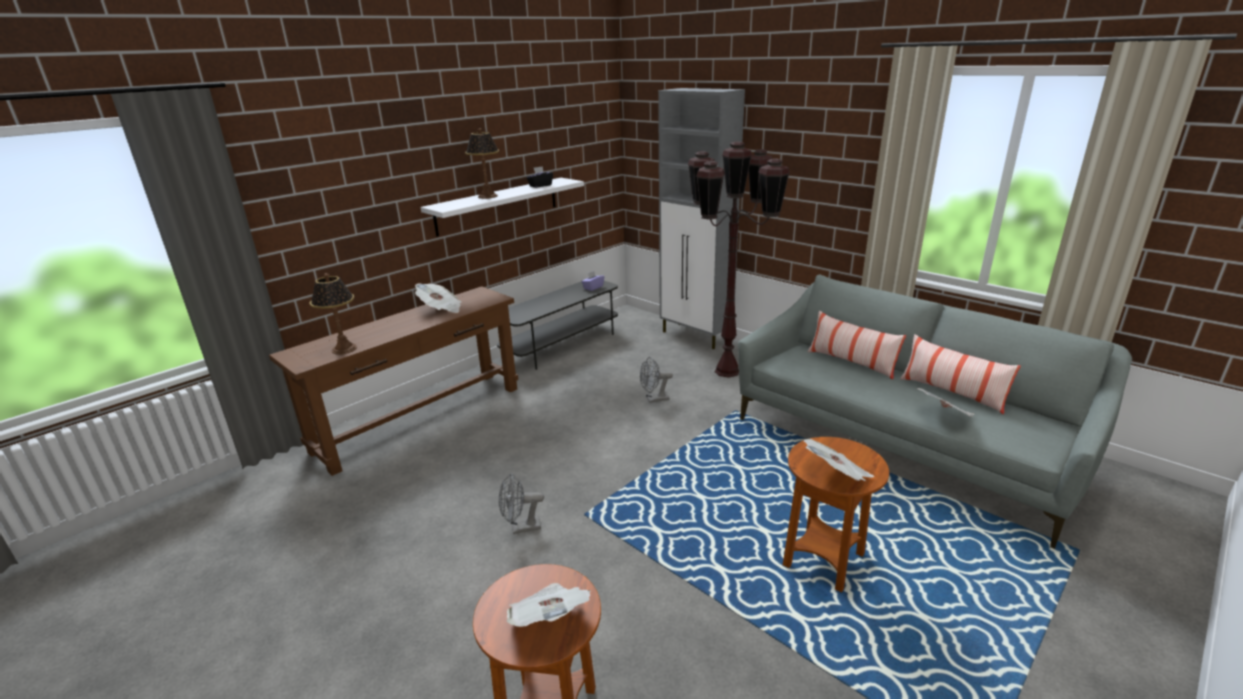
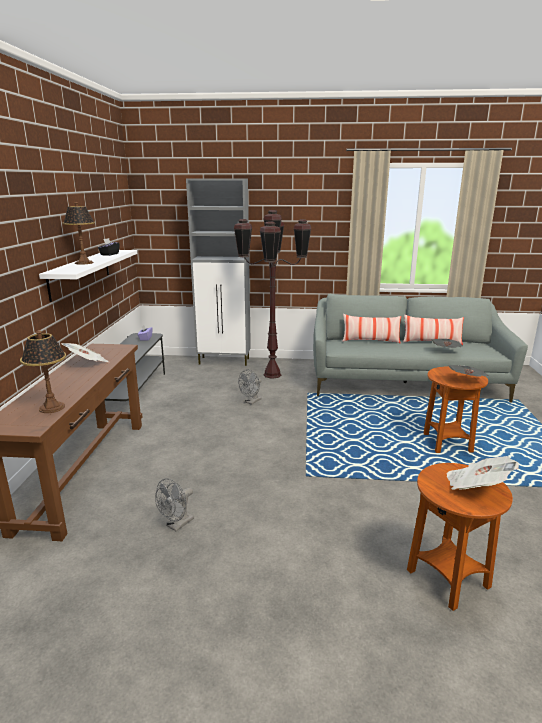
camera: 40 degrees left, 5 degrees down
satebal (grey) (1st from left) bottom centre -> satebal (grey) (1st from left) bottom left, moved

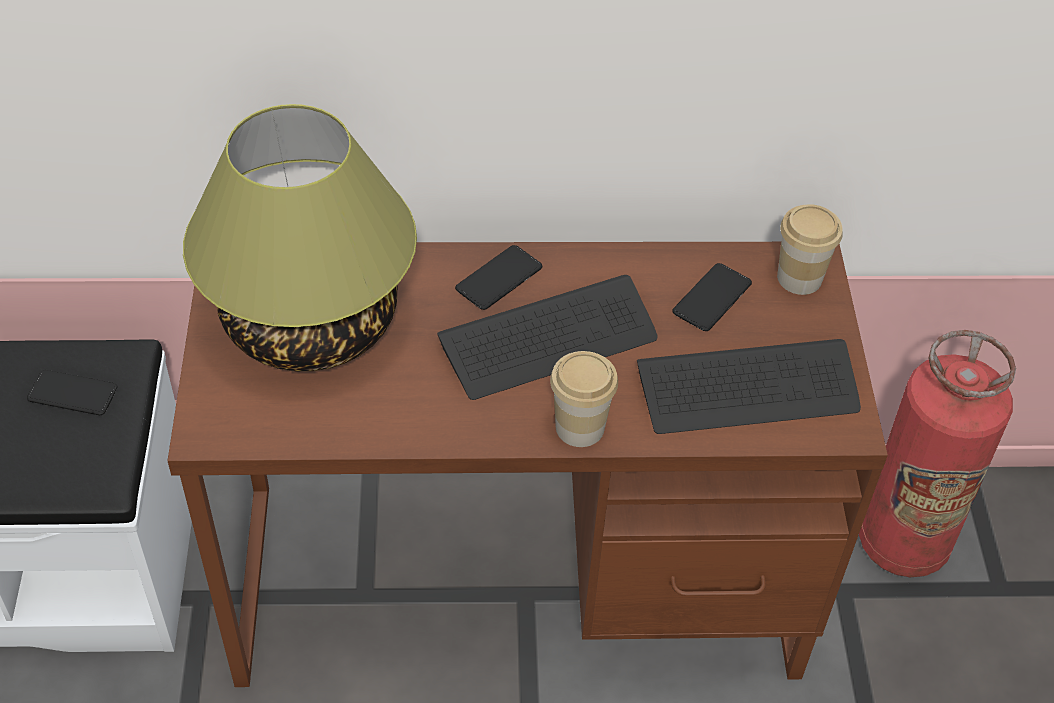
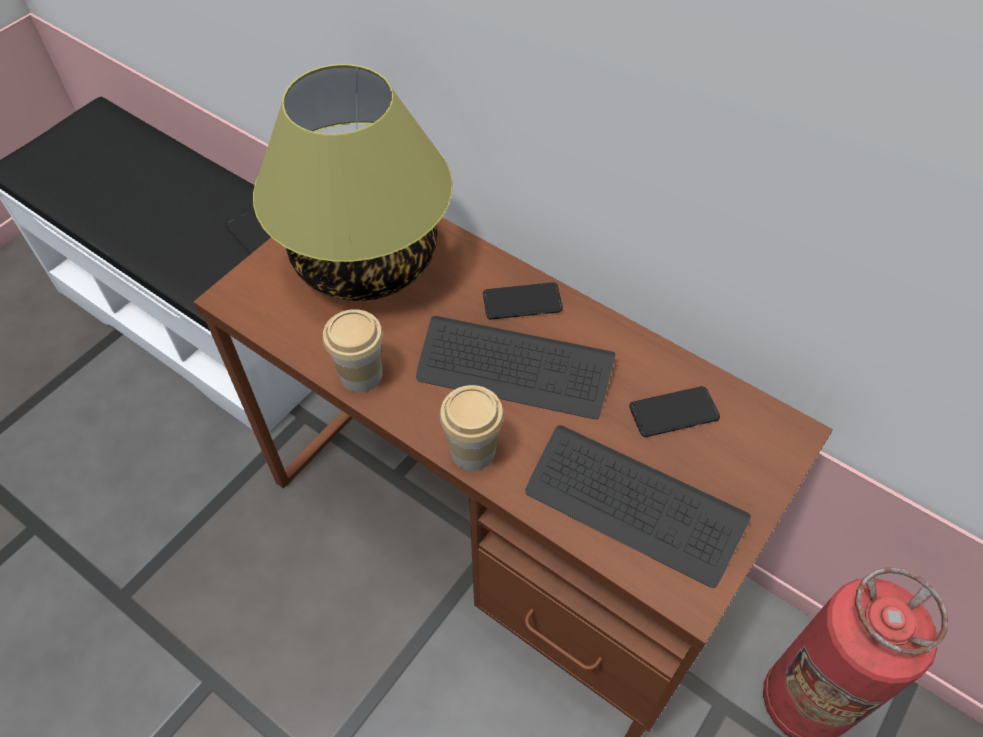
camera: 40 degrees right, 5 degrees up
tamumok (2nd from left in the first image) middle right -> tamumok (1st from left) centre, moved

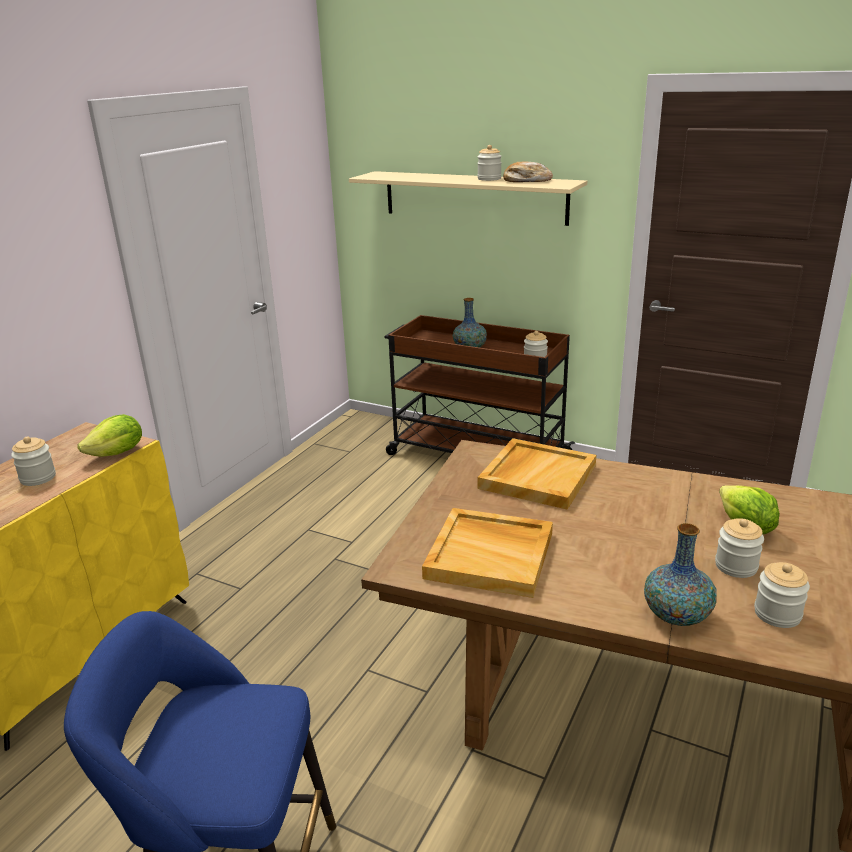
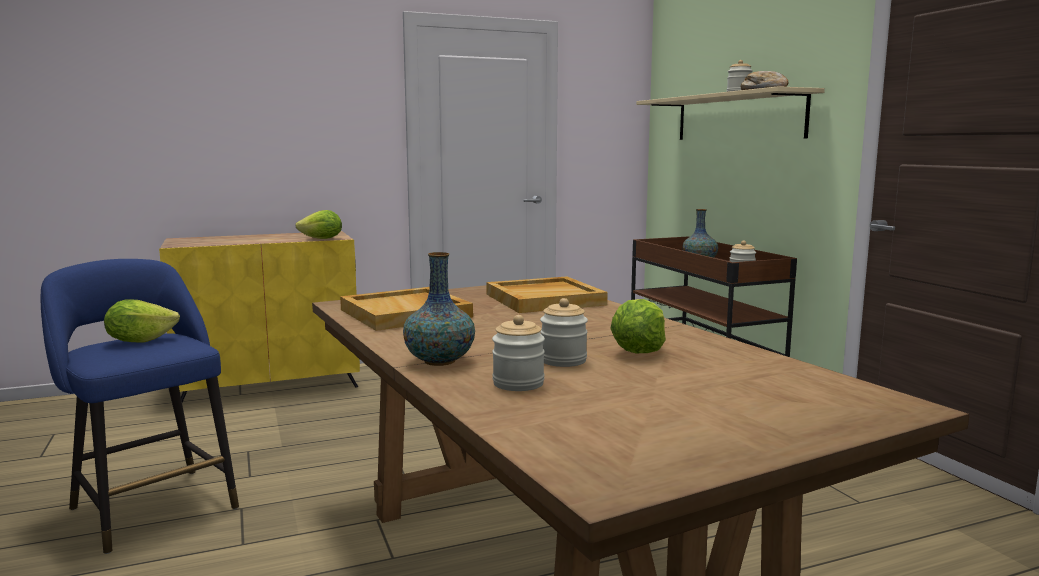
camera: 40 degrees right, 15 degrees down
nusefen (1st from left) middle left -> none
none -> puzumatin (1st from left) middle left

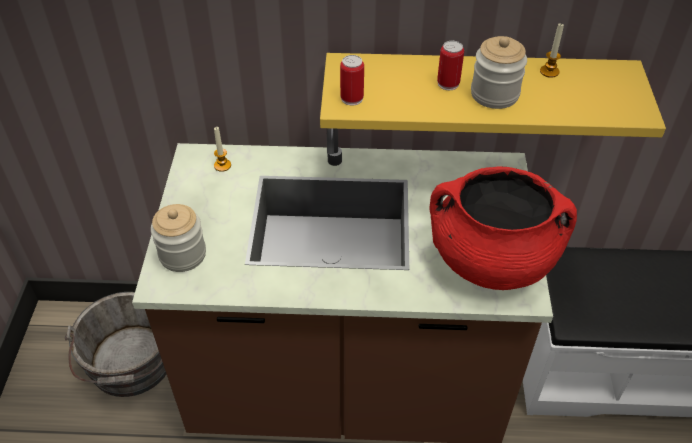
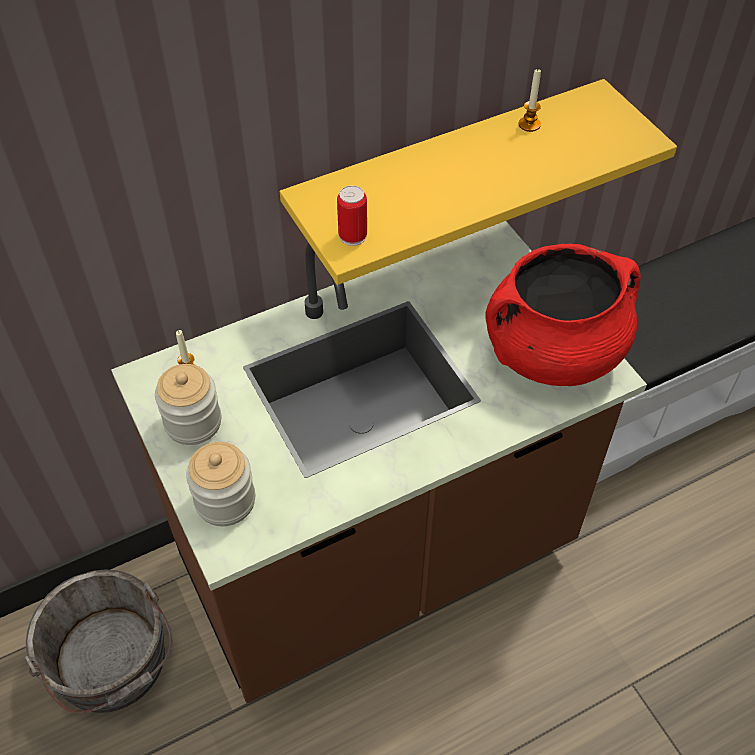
camera: 30 degrees left, 5 degrees up
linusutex (2nd from left) top centre -> none
nusefen (2nd from left in the first image) top right -> nusefen (1st from left) middle left, moved

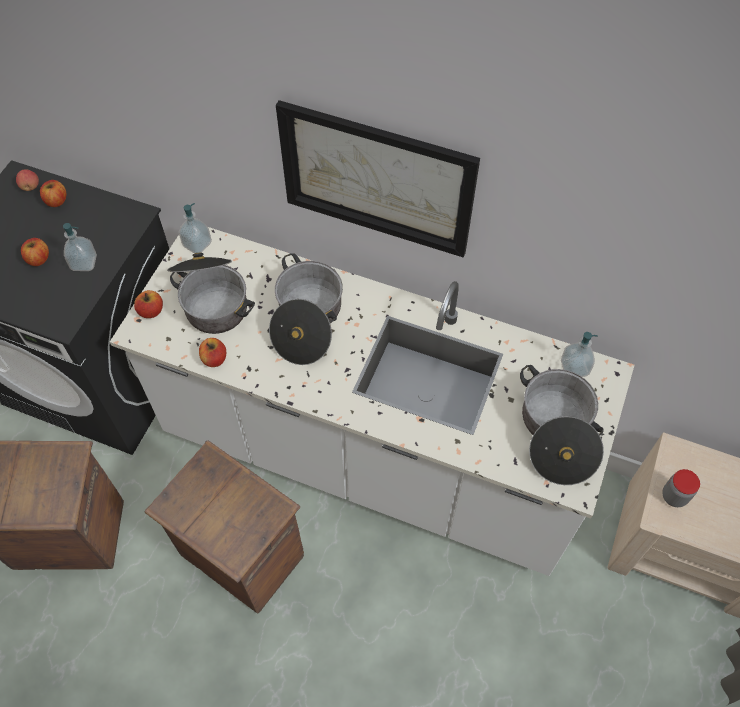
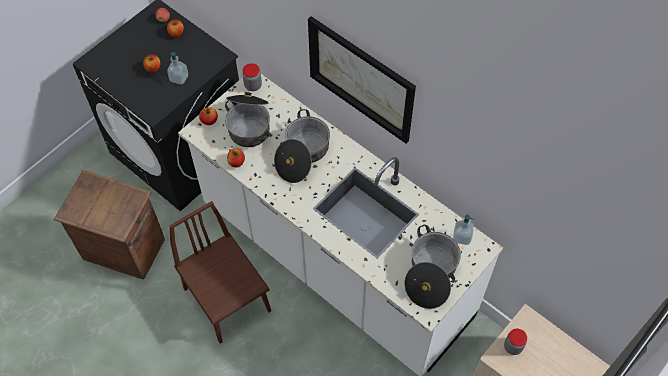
camera: 20 degrees right, 0 degrees up
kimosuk (2nd from left) bottom left -> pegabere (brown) bottom left
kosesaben (2nd from left) top left -> nusefen (1st from left) top centre

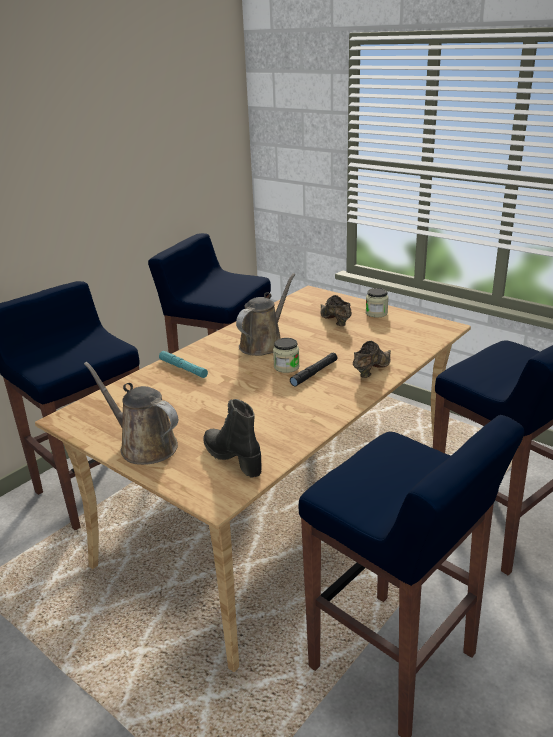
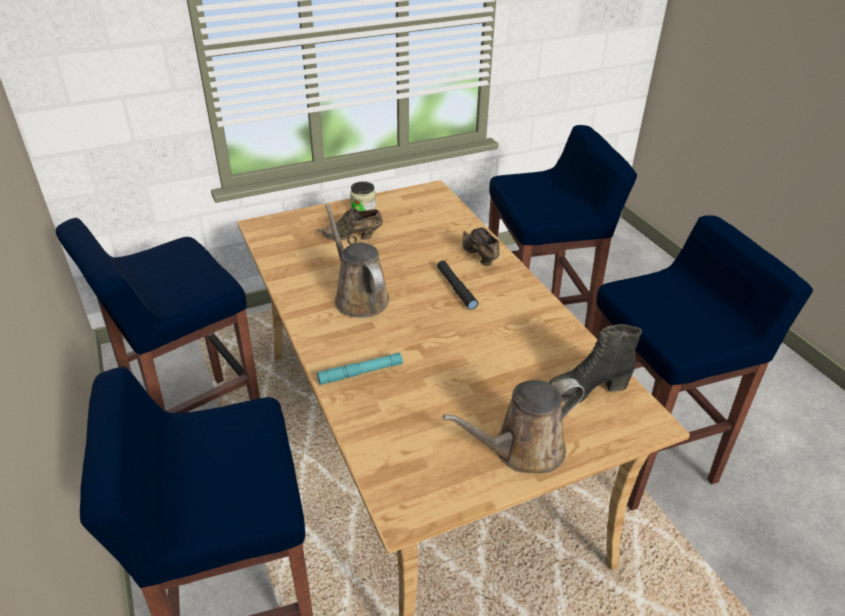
camera: 65 degrees left, 10 degrees up
nusefen (1st from left) centre -> none

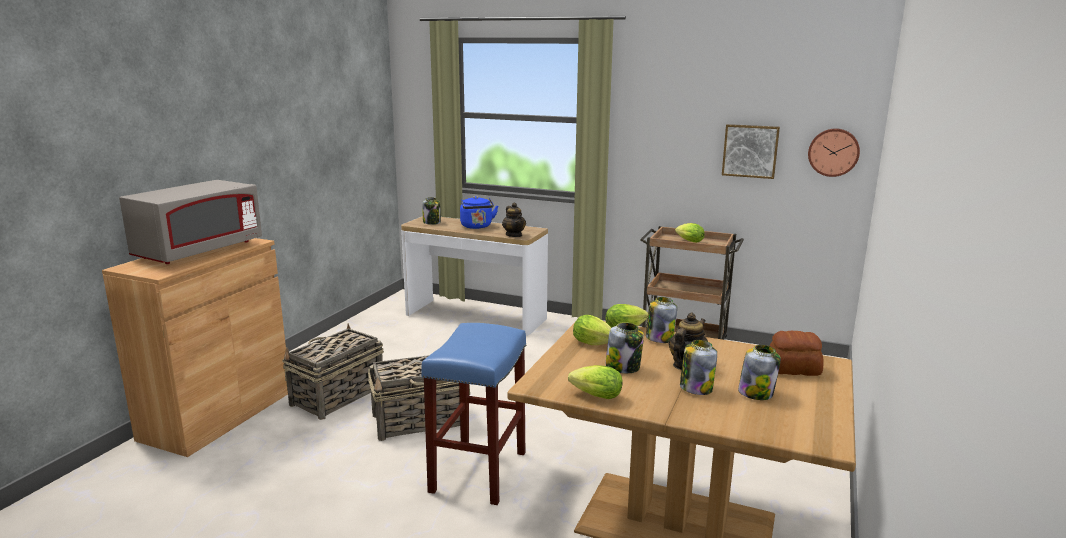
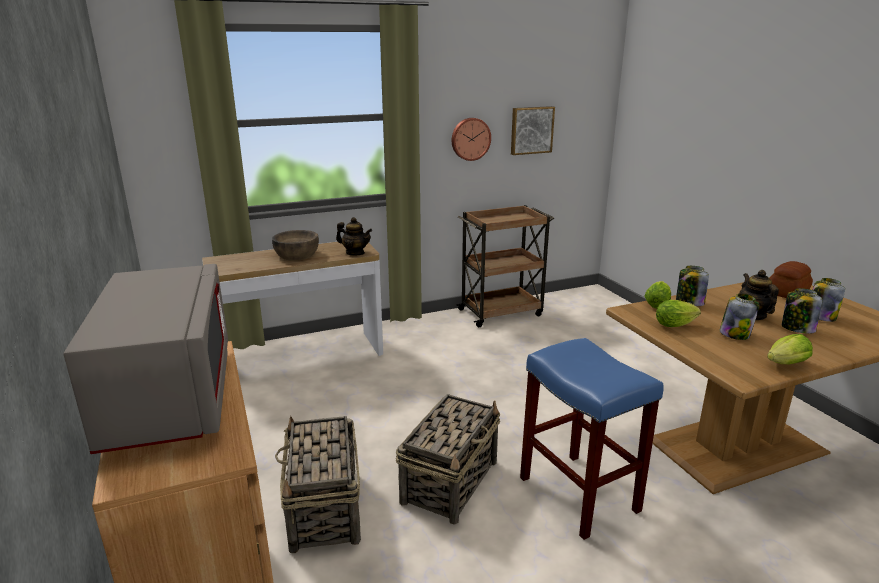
camera: 45 degrees left, 5 degrees up
nusefen (1st from left) centre -> none
puzumatin (4th from left) centre -> none
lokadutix top right -> lokadutix top centre, moved
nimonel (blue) centre -> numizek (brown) centre

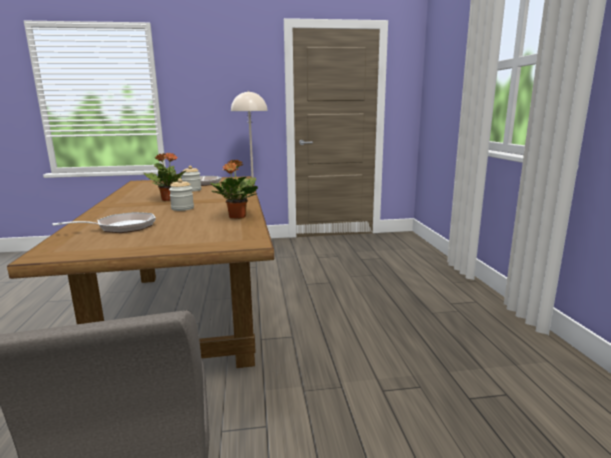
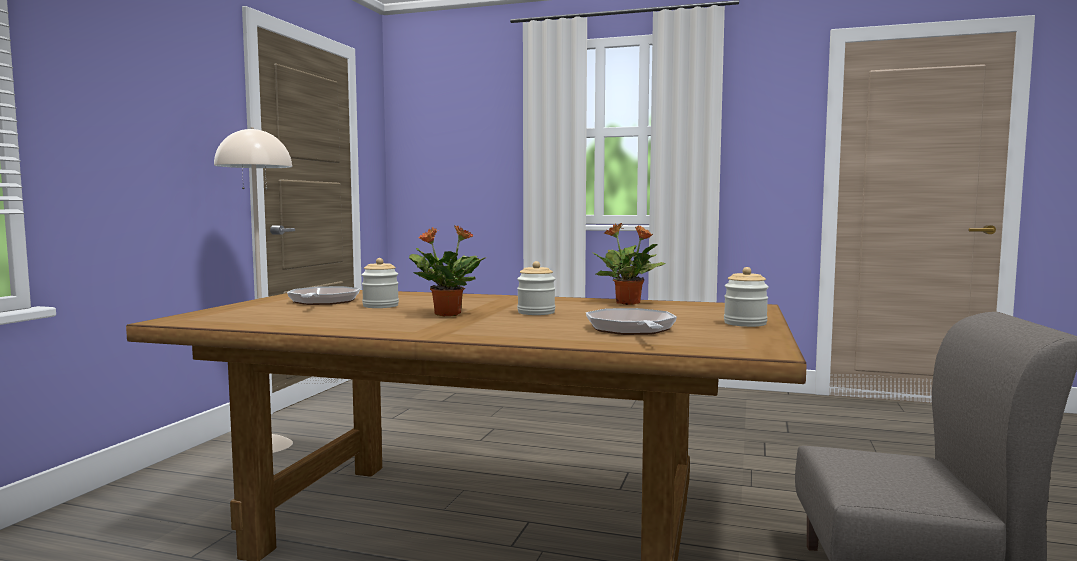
camera: 65 degrees left, 10 degrees down
none -> nusefen (3rd from left) middle right

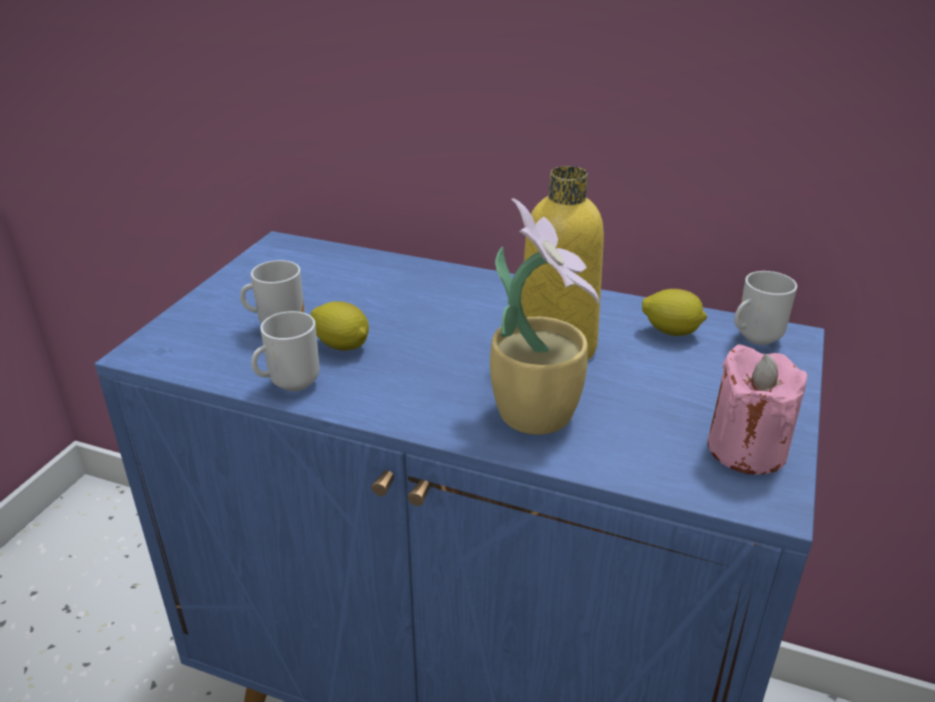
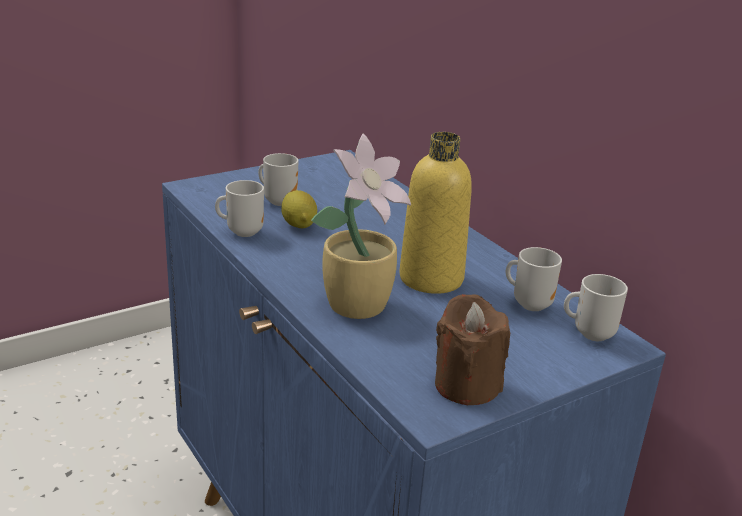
camera: 35 degrees right, 5 degrees down
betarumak (2nd from left) middle right -> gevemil (3rd from left) middle right
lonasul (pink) middle right -> lonasul (brown) bottom centre

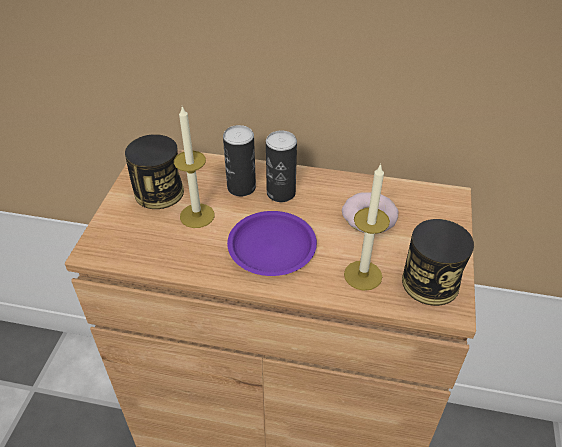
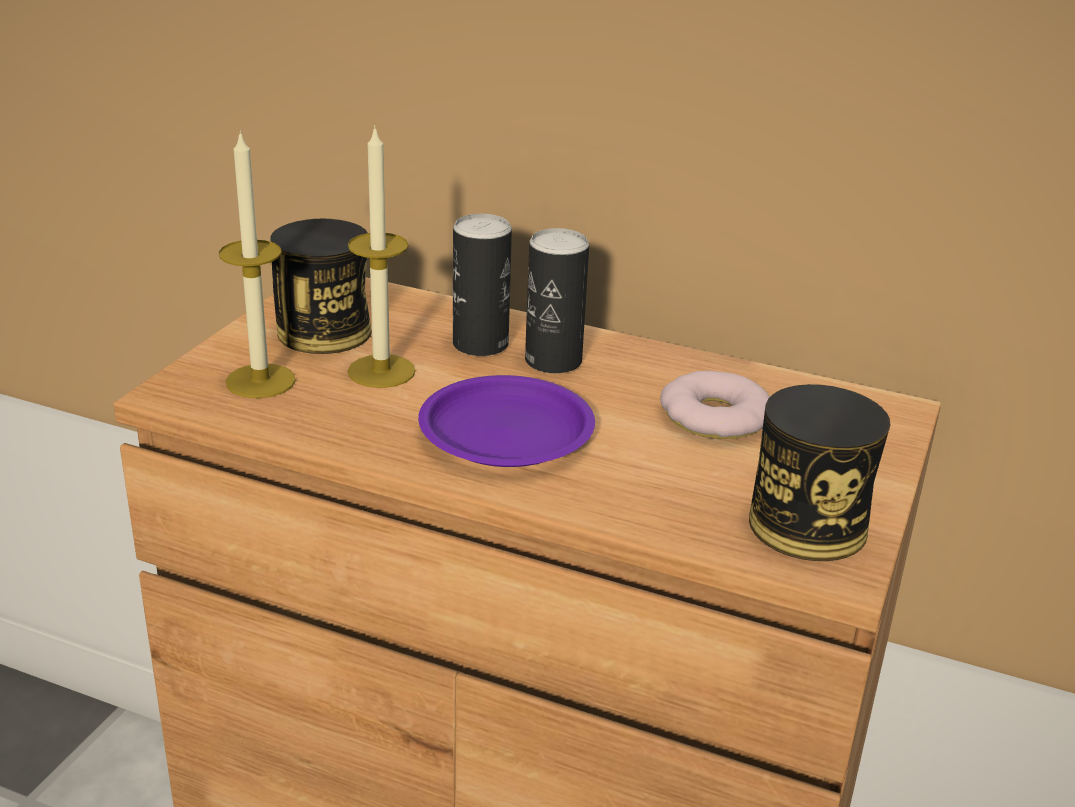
camera: 10 degrees right, 15 degrees down
lonasul (2nd from left in the first image) centre -> lonasul (1st from left) top left, moved

